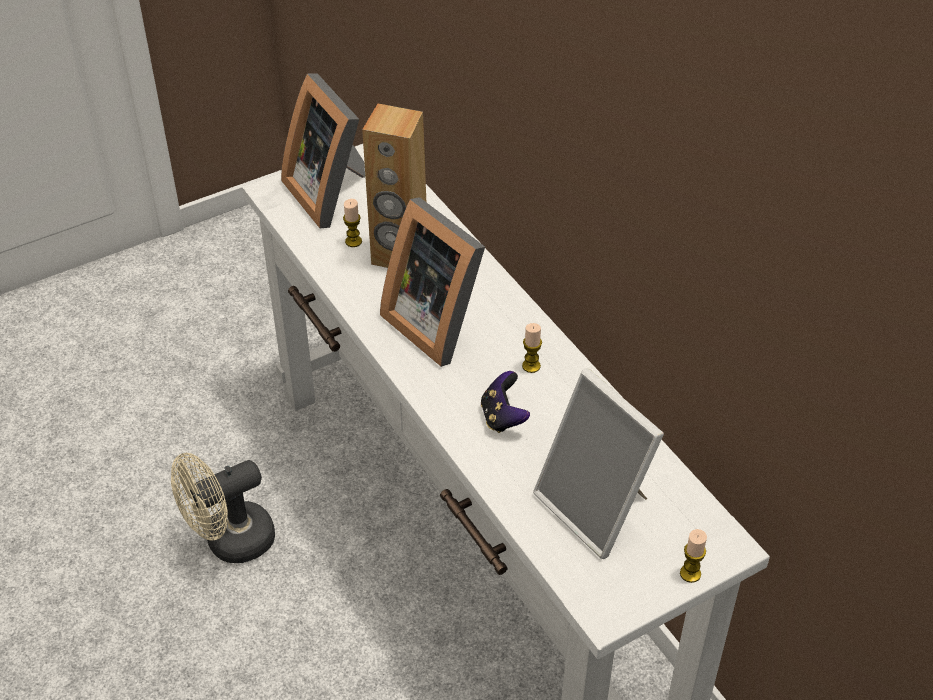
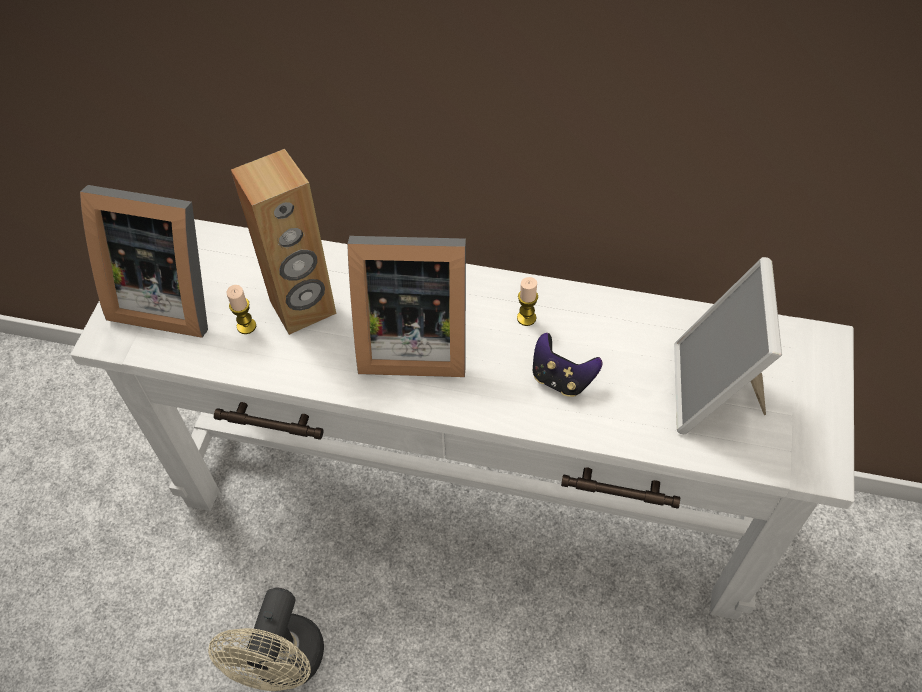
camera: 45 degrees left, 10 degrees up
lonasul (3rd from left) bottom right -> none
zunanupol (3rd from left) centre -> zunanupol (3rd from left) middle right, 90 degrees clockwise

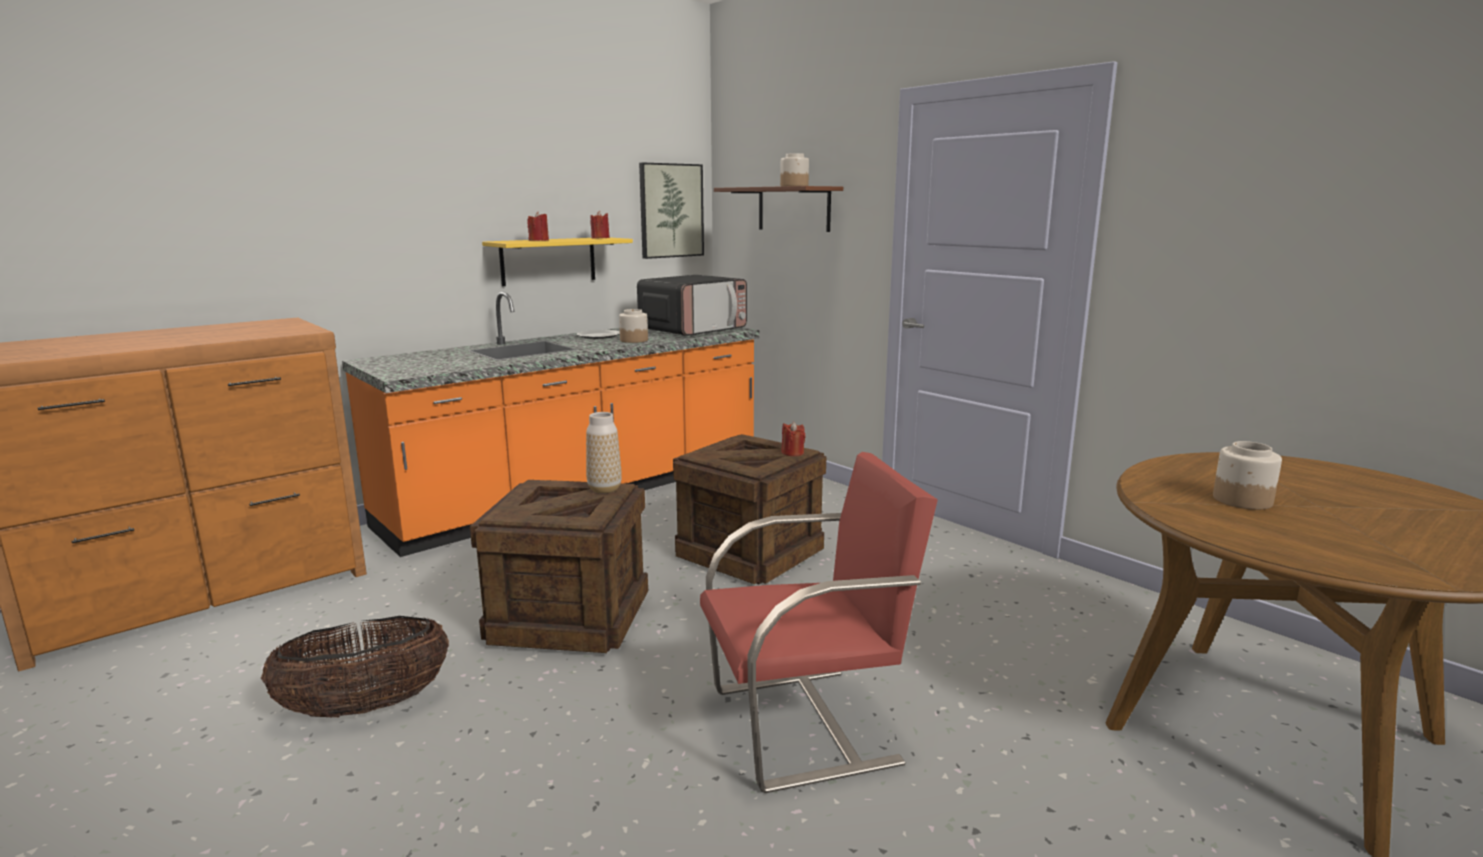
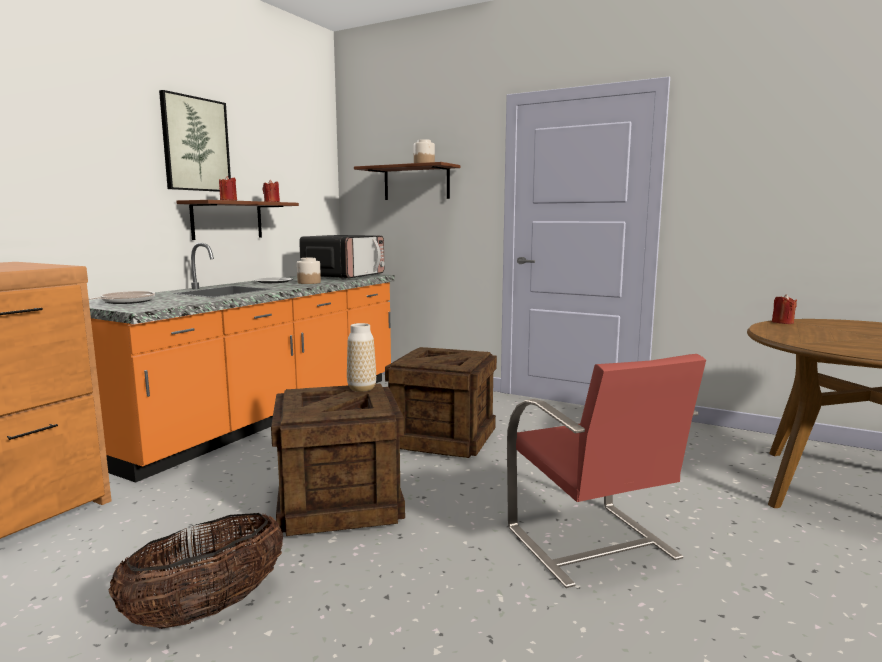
camera: 20 degrees left, 5 degrees down
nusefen (3rd from left) middle right -> none
none -> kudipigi middle left
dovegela top centre -> dovegela top left, moved
lonasul (red) (3rd from left) centre -> lonasul (red) (3rd from left) middle right, moved
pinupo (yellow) top centre -> pinupo (brown) (1st from left) top left
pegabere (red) bottom centre -> pegabere (red) bottom right, 105 degrees clockwise

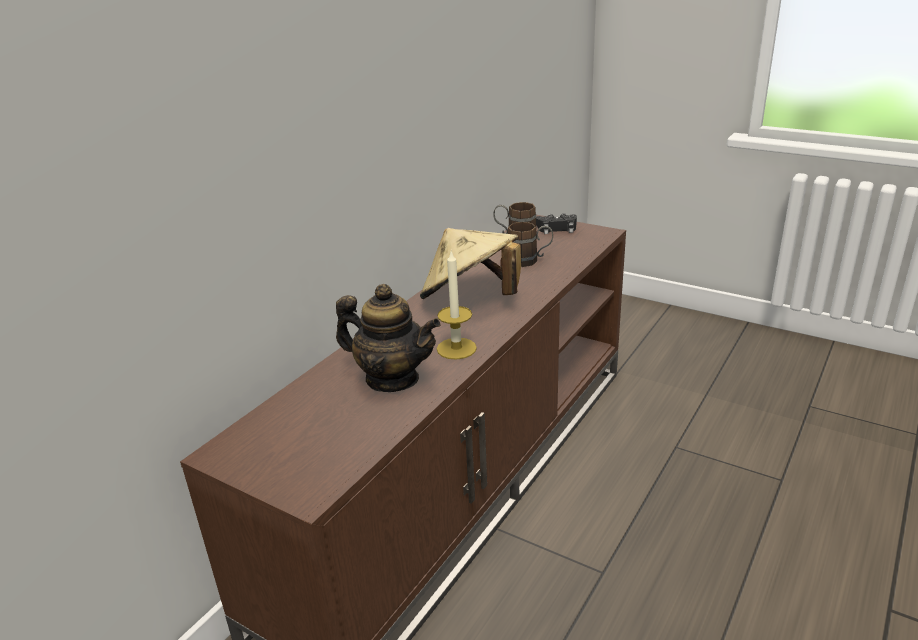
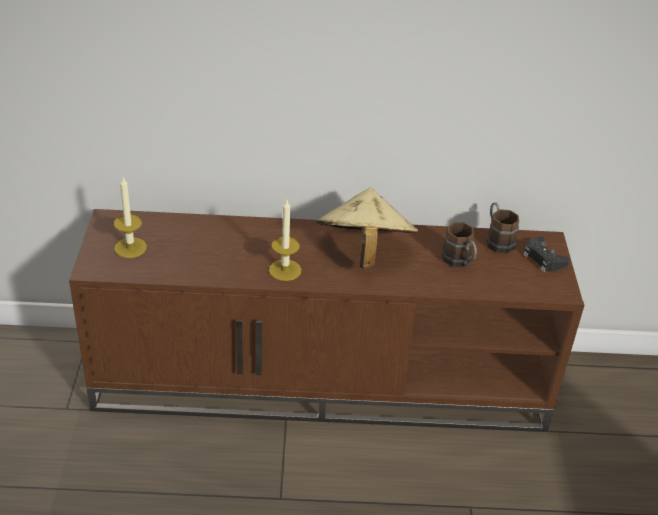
camera: 55 degrees right, 10 degrees up
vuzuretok centre -> none
none -> lonasul (1st from left) middle left

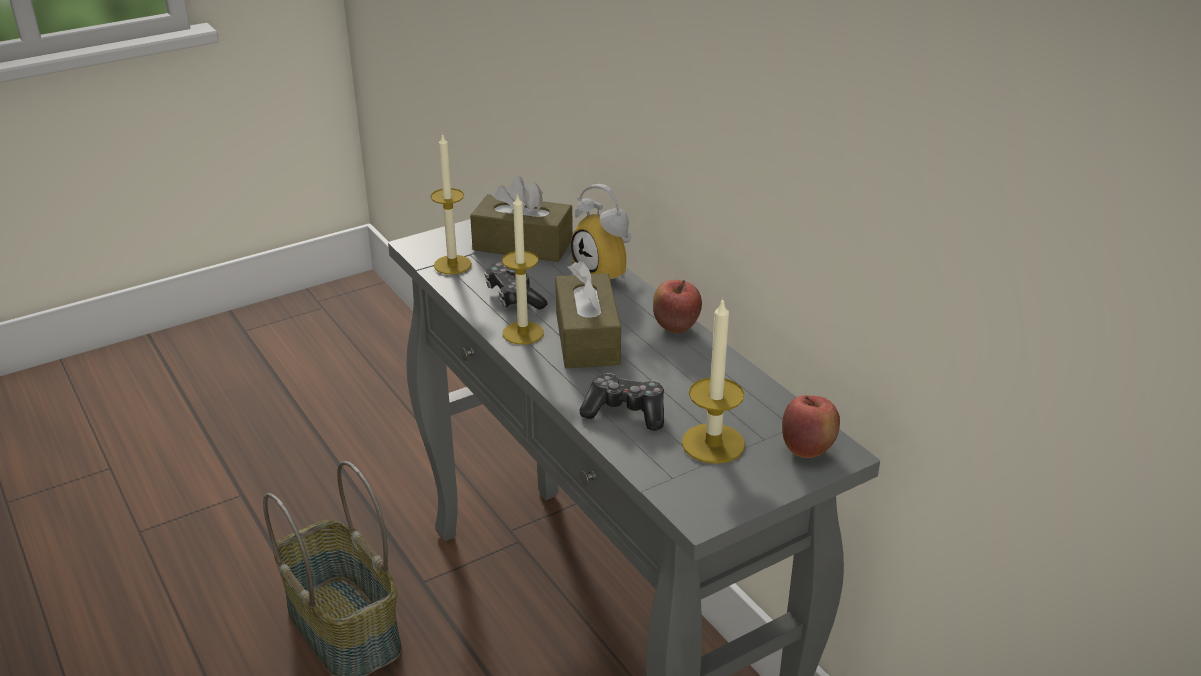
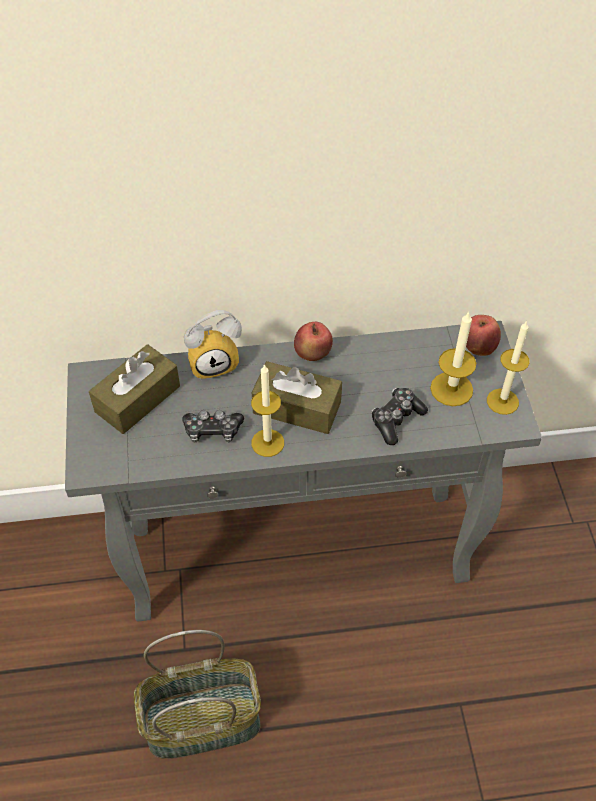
camera: 65 degrees left, 20 degrees up
lonasul (1st from left in the first image) top centre -> lonasul (3rd from left) middle right, moved

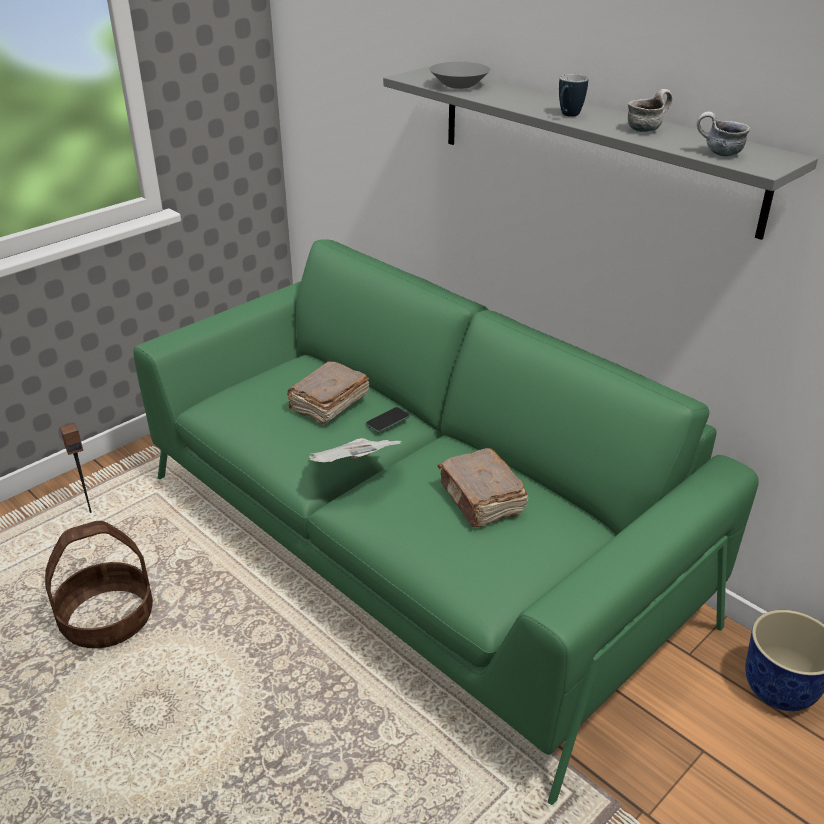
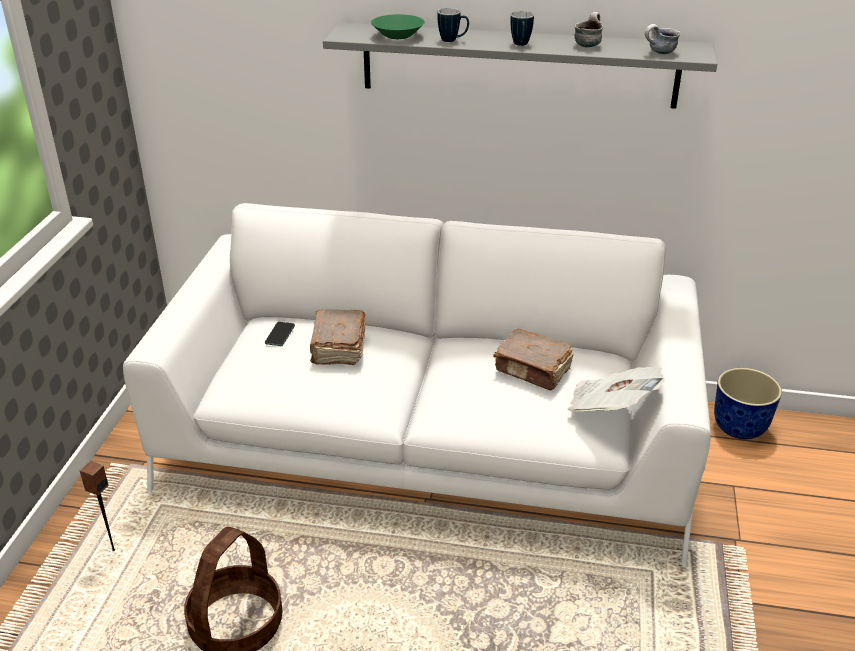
camera: 35 degrees left, 0 degrees up
none -> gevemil (1st from left) top centre
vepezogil centre -> vepezogil middle right, moved
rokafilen centre -> rokafilen middle left, moved
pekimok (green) centre -> pekimok (white) centre
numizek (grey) top centre -> numizek (green) top centre

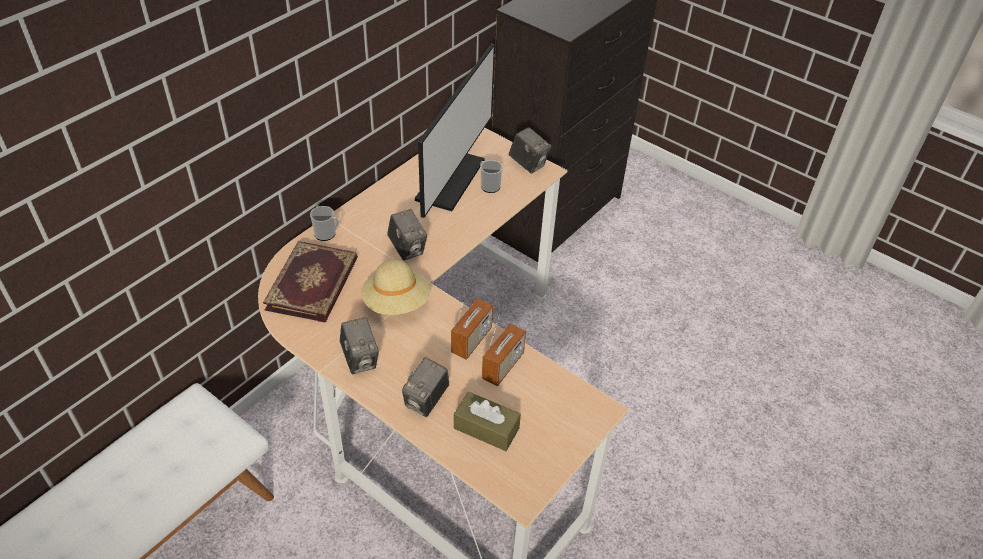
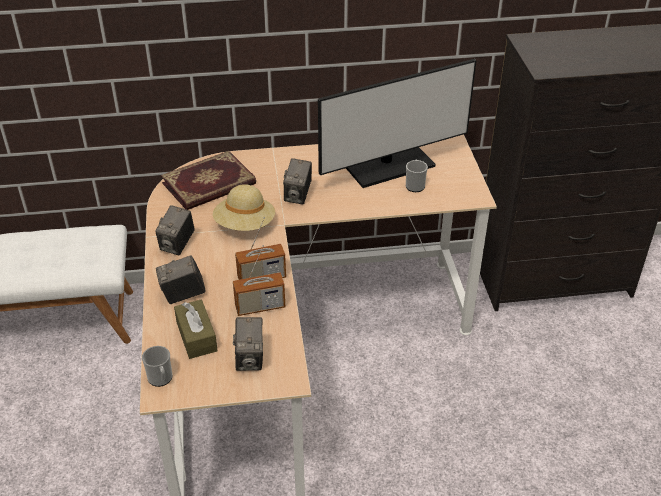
camera: 45 degrees right, 5 degrees down
gevemil (1st from left) middle left -> gevemil (1st from left) bottom left, moved
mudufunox (4th from left in the first image) top centre -> mudufunox (3rd from left) bottom centre, moved

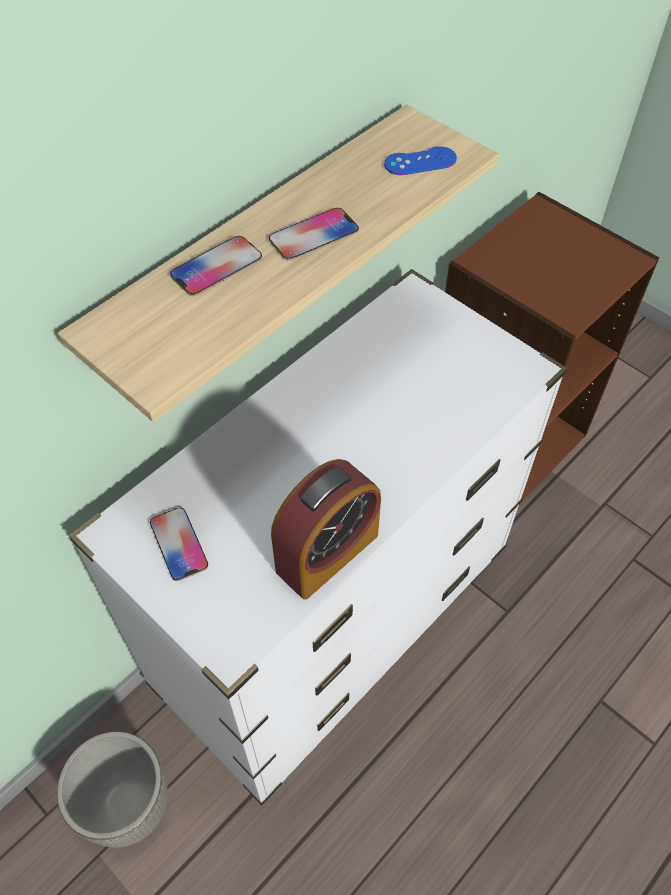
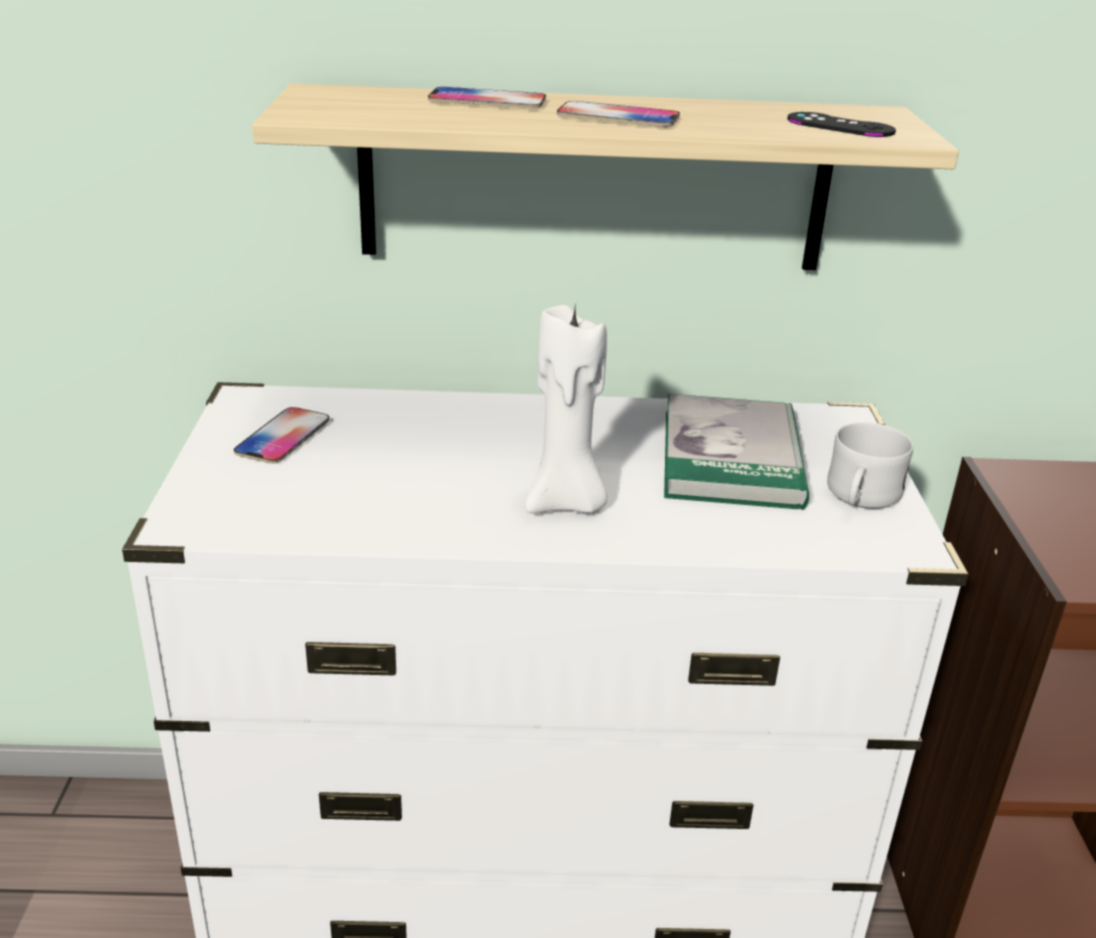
camera: 45 degrees right, 25 degrees down
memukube bottom left -> none
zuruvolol centre -> none
none -> lonasul (white) centre
none -> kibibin middle right
none -> gevemil (white) middle right
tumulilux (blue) top centre -> tumulilux (black) top right

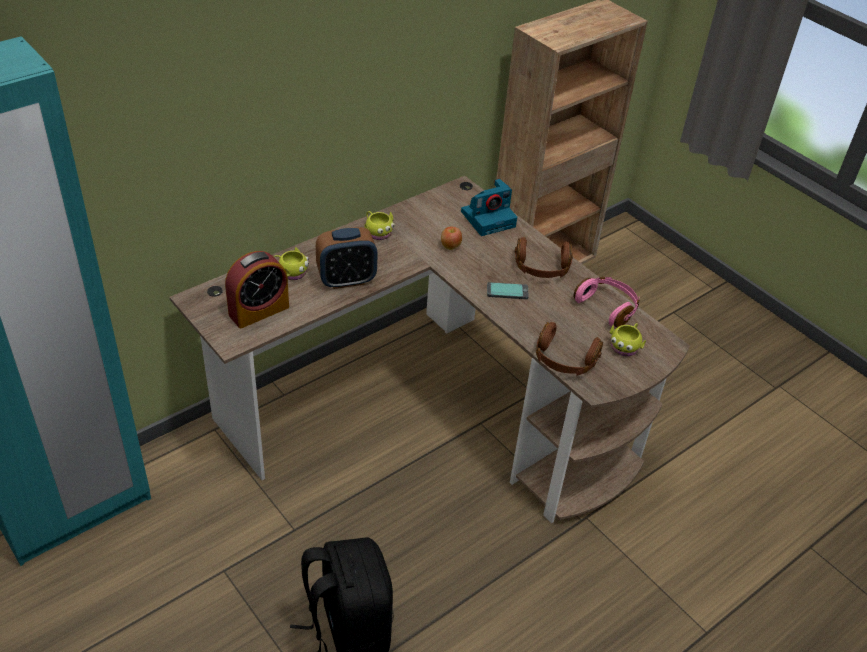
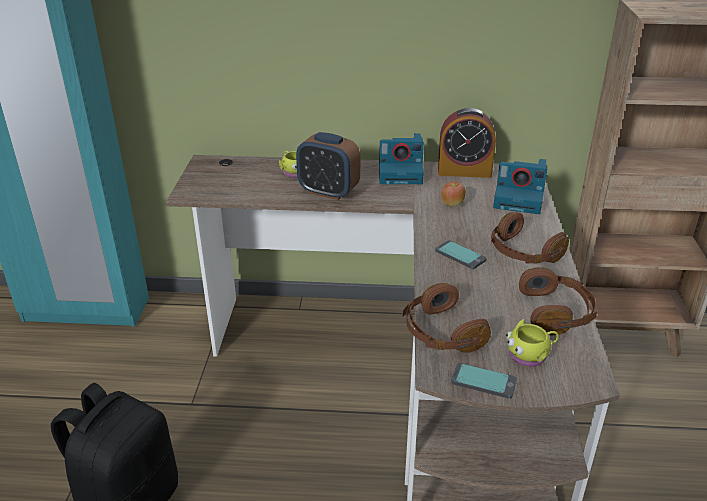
camera: 45 degrees right, 10 degrees down
none -> rokafilen (2nd from left) bottom right
zuruvolol (1st from left in the first image) middle left -> zuruvolol (2nd from left) top centre, moved
gevemil (yellow) (2nd from left) centre -> mudufunox (1st from left) top centre
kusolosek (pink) middle right -> kusolosek (brown) (3rd from left) middle right

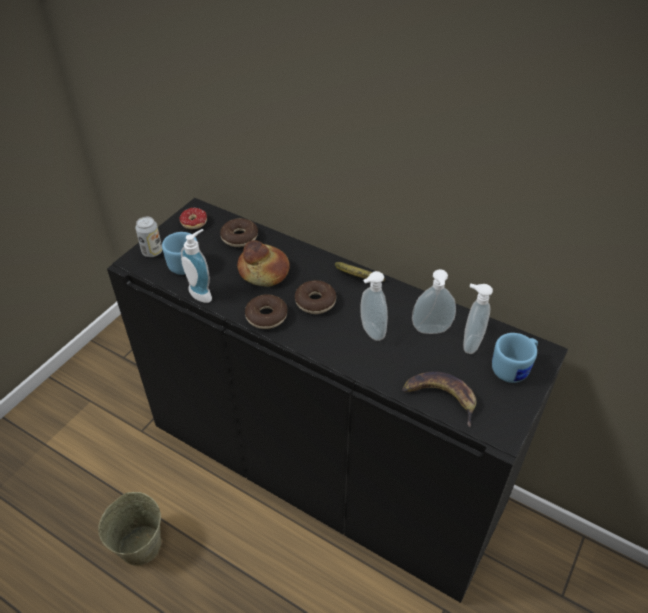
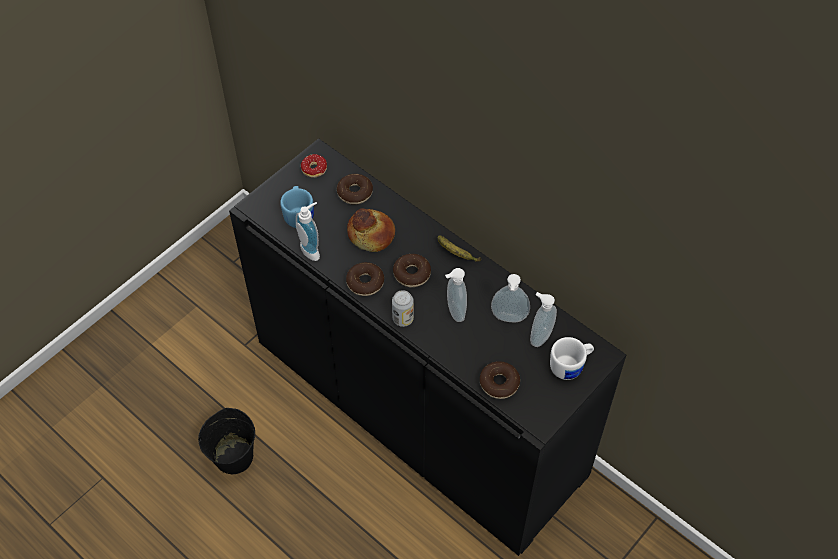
camera: 10 degrees right, 10 degrees up
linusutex middle left -> linusutex centre, moved
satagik (2nd from left) middle right -> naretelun (5th from left) bottom centre
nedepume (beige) bottom left -> nedepume (black) bottom left
gevemil (blue) (2nd from left) middle right -> gevemil (white) middle right

